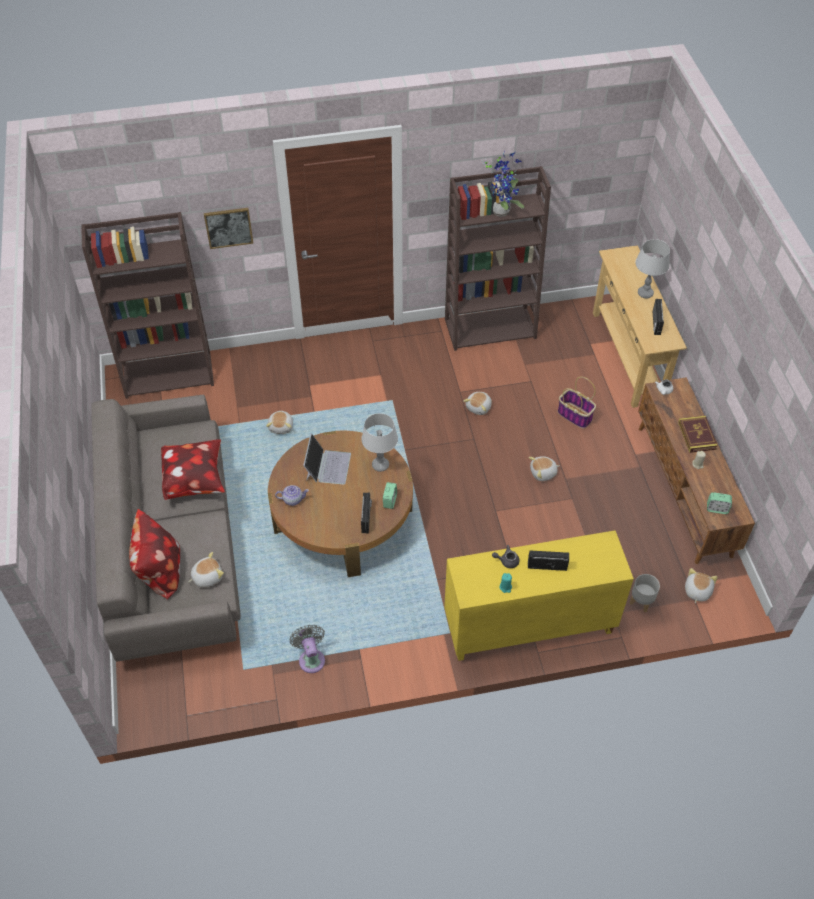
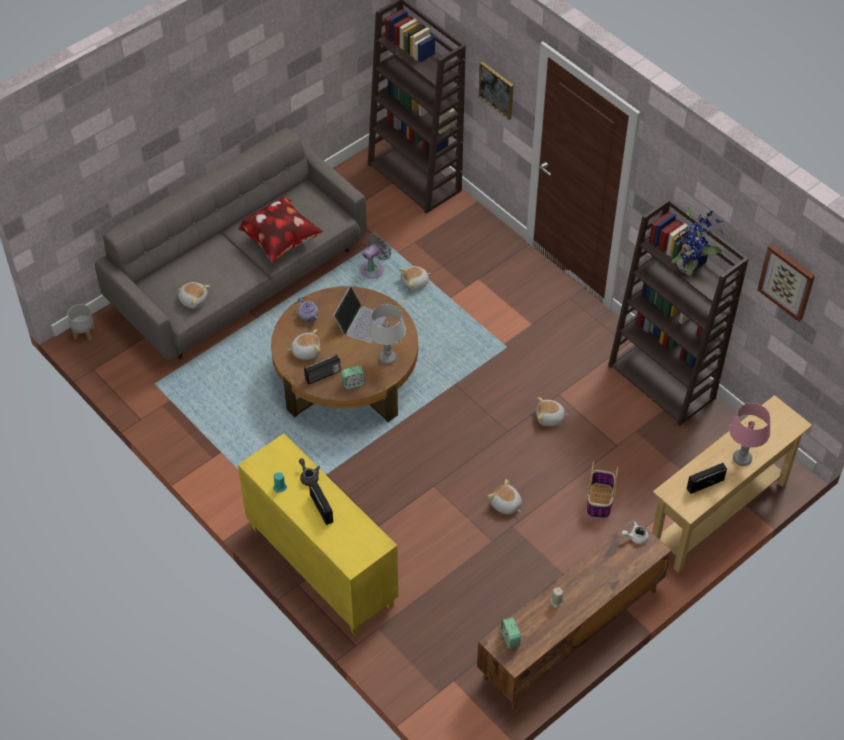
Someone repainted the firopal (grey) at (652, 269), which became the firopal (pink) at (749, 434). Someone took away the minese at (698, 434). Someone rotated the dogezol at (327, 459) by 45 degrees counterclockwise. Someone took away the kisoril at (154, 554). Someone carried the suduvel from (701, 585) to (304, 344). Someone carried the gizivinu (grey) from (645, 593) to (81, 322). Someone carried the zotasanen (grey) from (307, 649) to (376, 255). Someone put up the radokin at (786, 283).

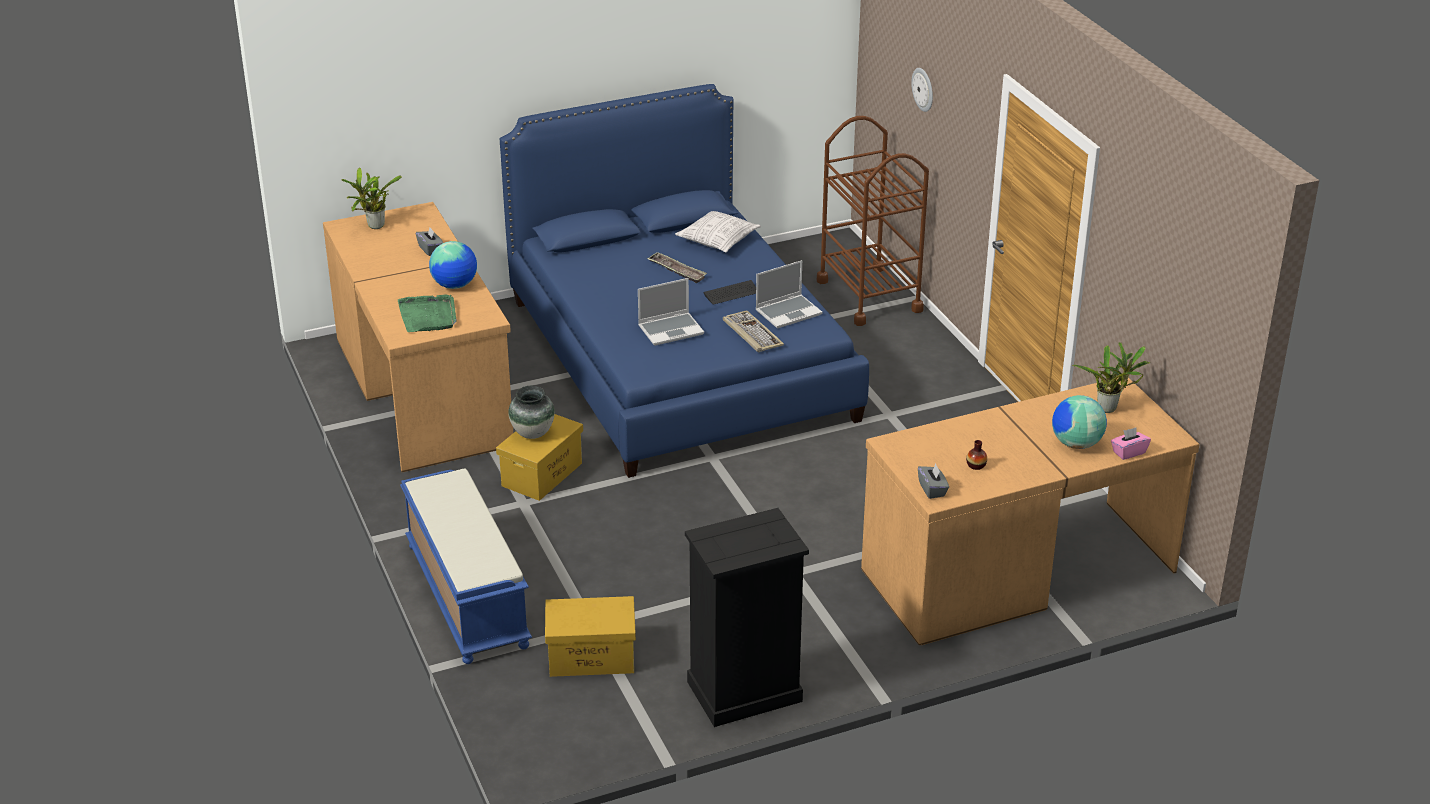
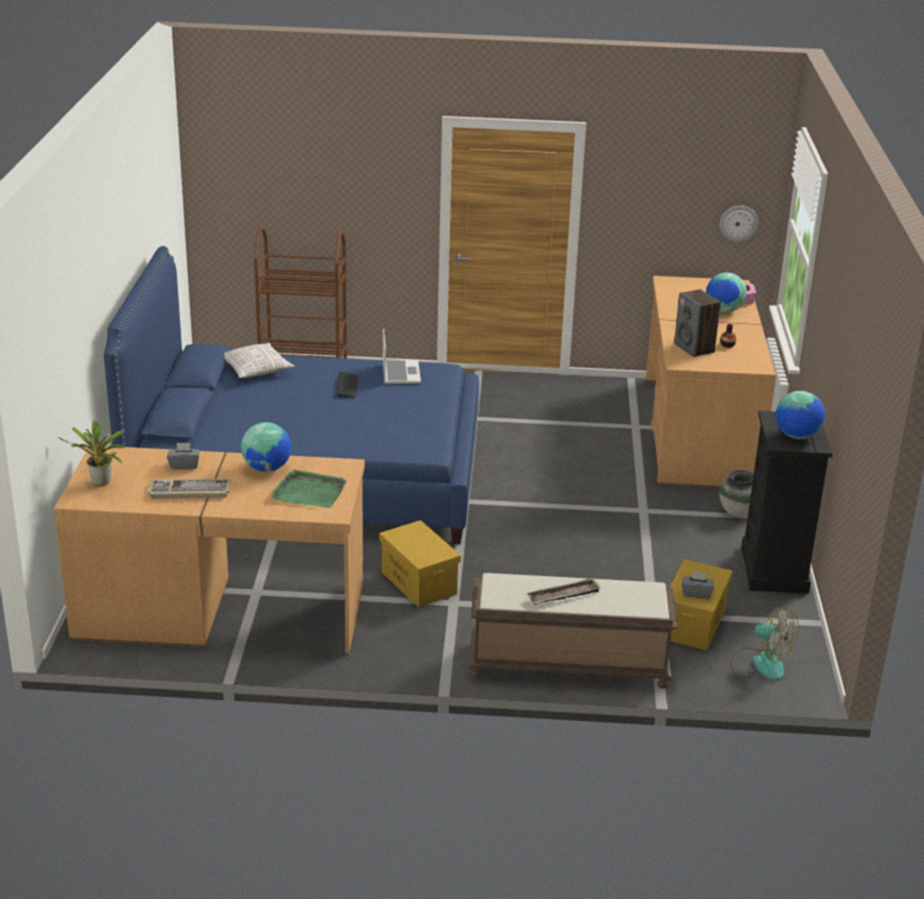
Someone carried the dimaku from (922, 90) to (739, 224). Someone carried the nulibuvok from (677, 267) to (563, 591). Someone took away the dogezol at (671, 312). Someone carried the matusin from (753, 331) to (189, 488). Someone took away the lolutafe at (1111, 377). Someone carried the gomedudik from (531, 412) to (736, 493). Someone carried the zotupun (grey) from (933, 481) to (698, 585). Someone repainted the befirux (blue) at (466, 566), which became the befirux (brown) at (573, 631). Someone put down the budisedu at (697, 323). Someone put down the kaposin at (800, 415). Someone put down the zotasanen at (764, 644).

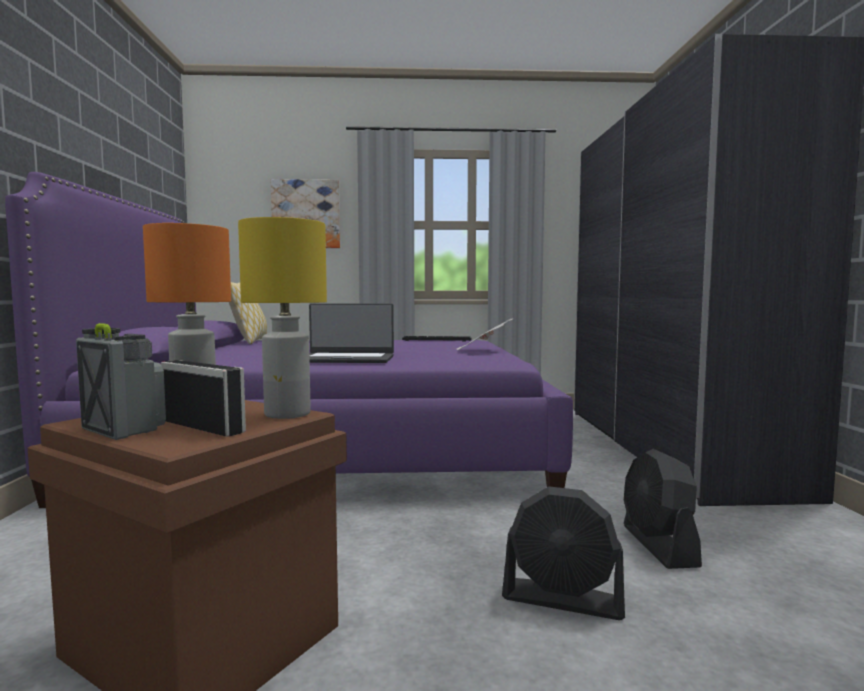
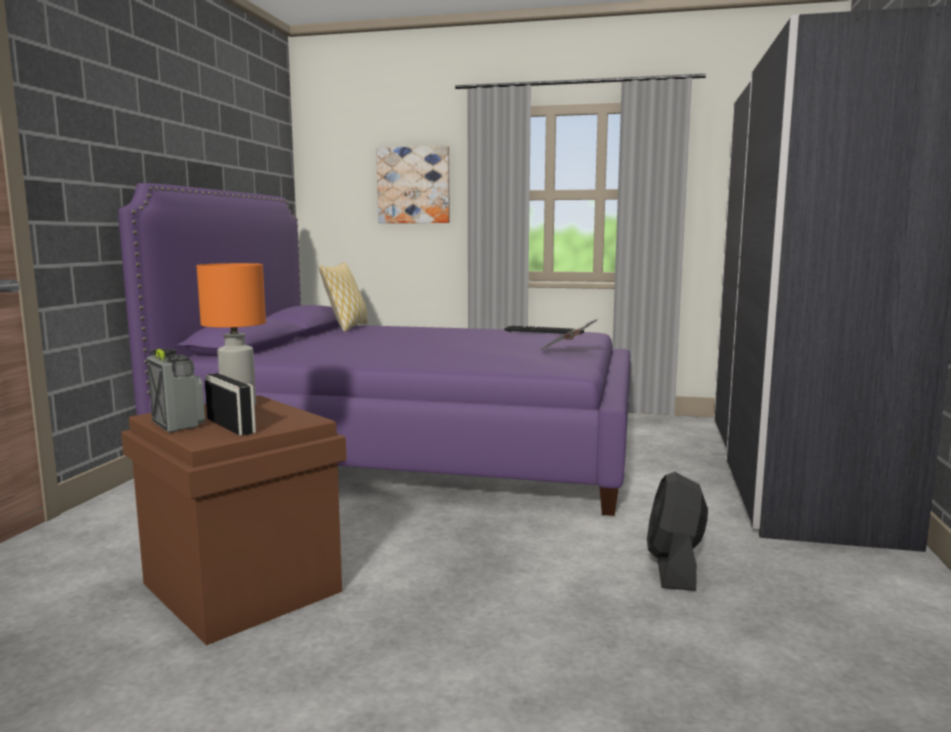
Someone took away the firopal (yellow) at (282, 318). Someone took away the dogezol at (351, 333). Someone took away the zotasanen (black) at (563, 553).

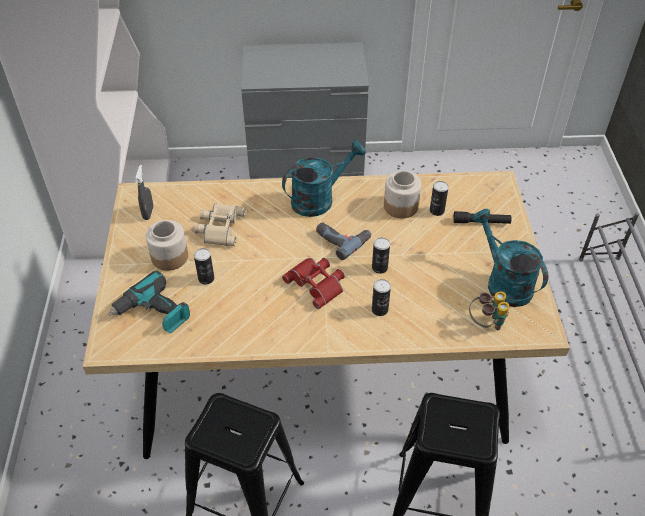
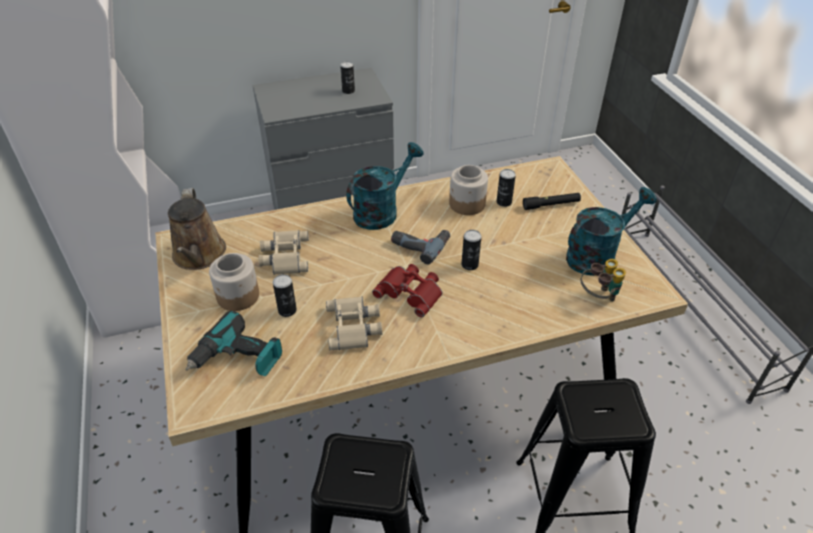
Someone swapped the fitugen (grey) at (144, 192) for the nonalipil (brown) at (197, 229). Someone rotated the nonalipil (turquoise) at (510, 258) by 105 degrees clockwise. Someone carried the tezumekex from (381, 297) to (347, 77). Someone put down the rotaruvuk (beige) at (354, 324).

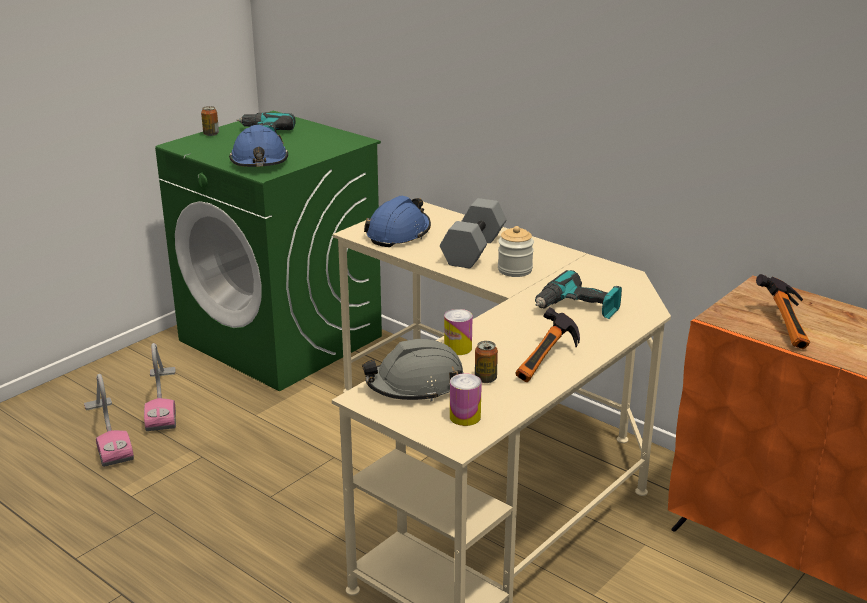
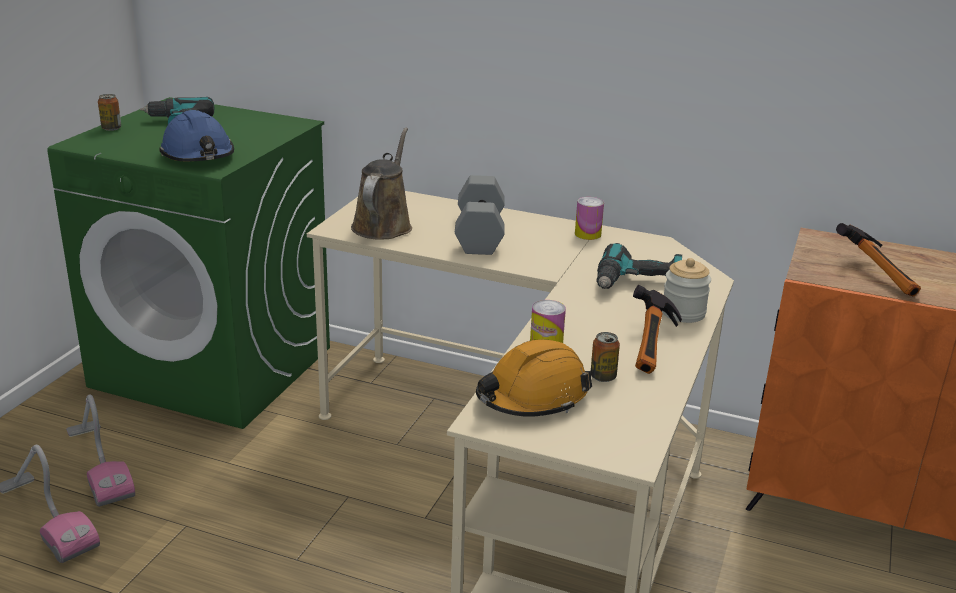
Someone swapped the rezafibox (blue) at (397, 221) for the nonalipil (brown) at (381, 184). Someone carried the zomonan from (516, 251) to (686, 290). Someone repainted the rezafibox (grey) at (413, 370), which became the rezafibox (orange) at (534, 378). Someone carried the tezumekex from (466, 399) to (589, 218).

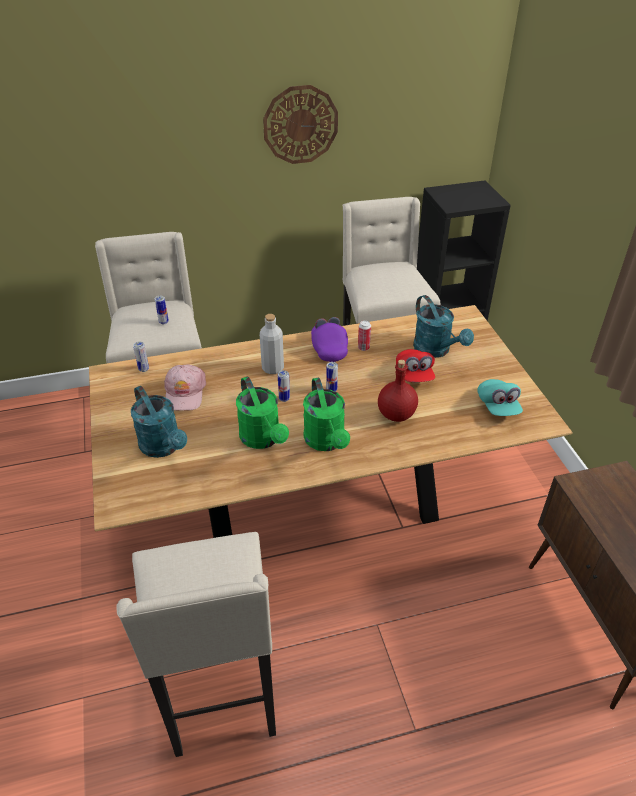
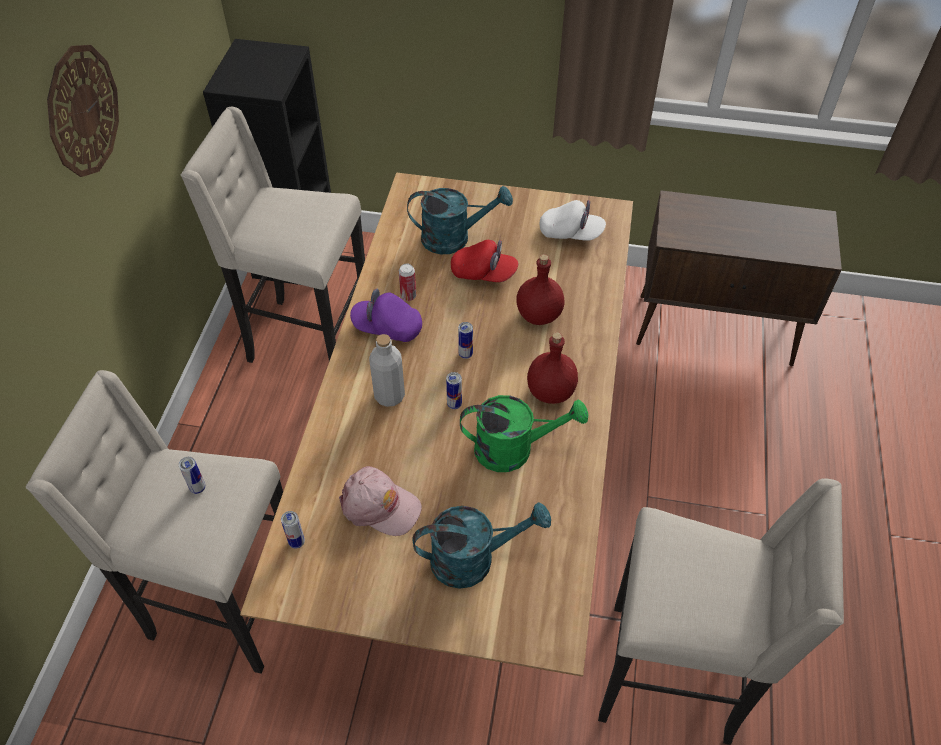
Someone swapped the nonalipil (green) at (326, 414) for the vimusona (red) at (552, 368). Someone repainted the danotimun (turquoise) at (500, 397), which became the danotimun (white) at (573, 220).

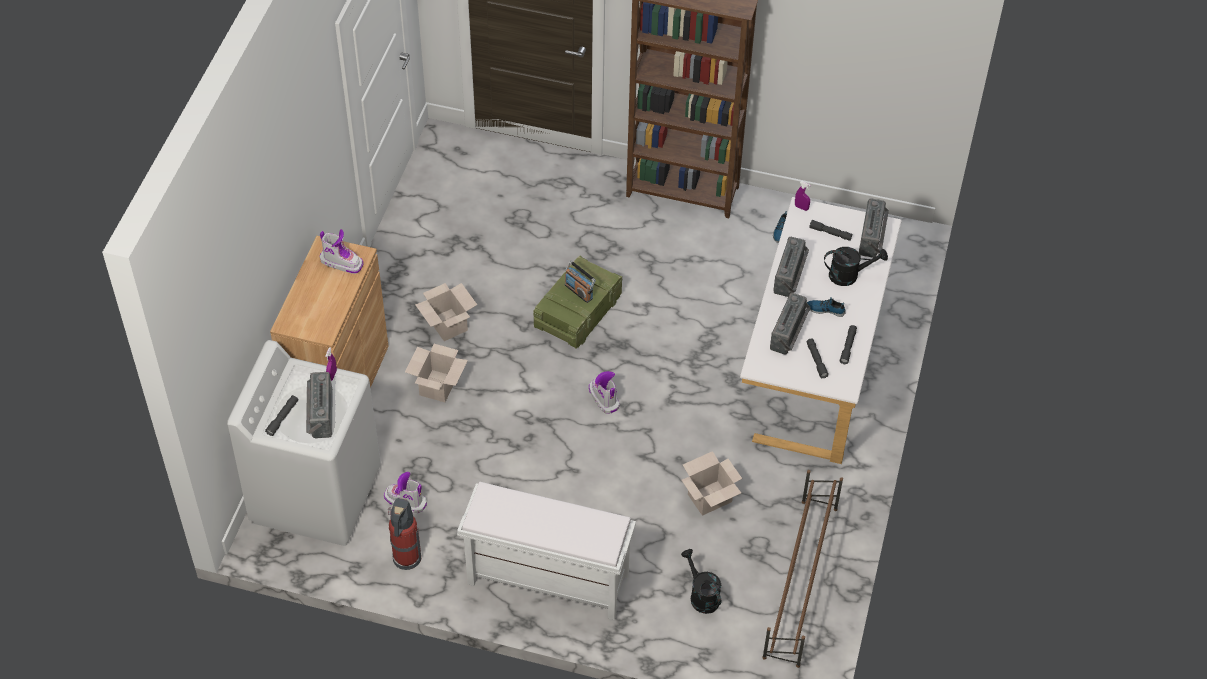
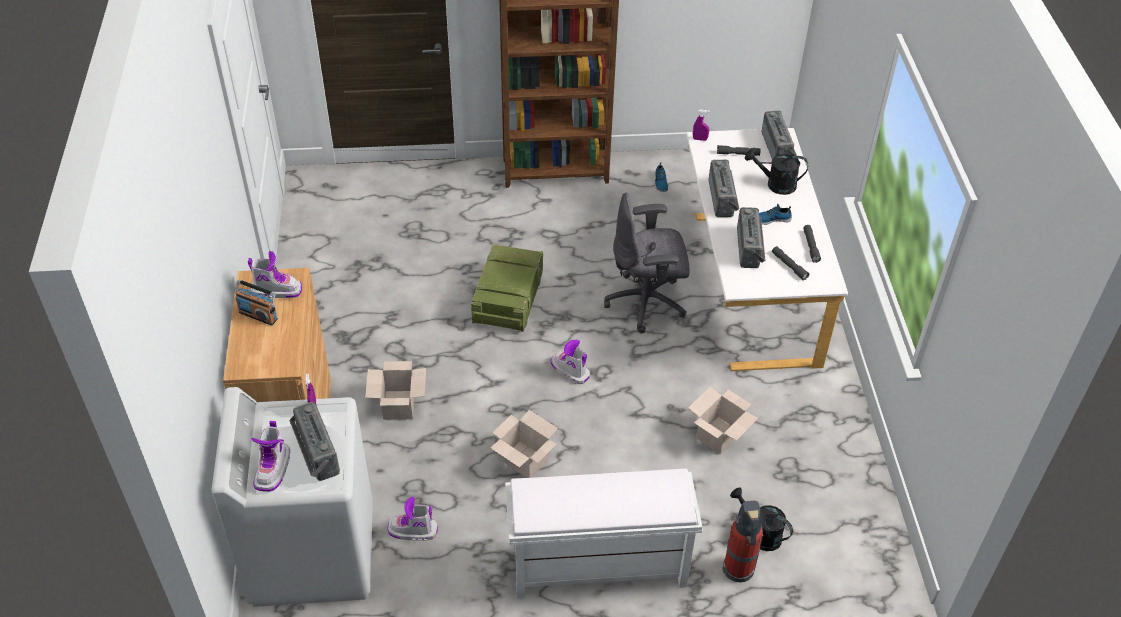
Someone rotated the nonalipil (black) at (856, 266) by 150 degrees counterclockwise. Someone carried the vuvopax from (580, 282) to (256, 302). Someone carried the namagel from (446, 312) to (524, 444). Someone swapped the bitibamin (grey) at (281, 415) for the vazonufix at (270, 456). Someone took away the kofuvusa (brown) at (802, 569). Someone carried the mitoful from (404, 534) to (742, 541). Someone put down the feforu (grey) at (647, 262).

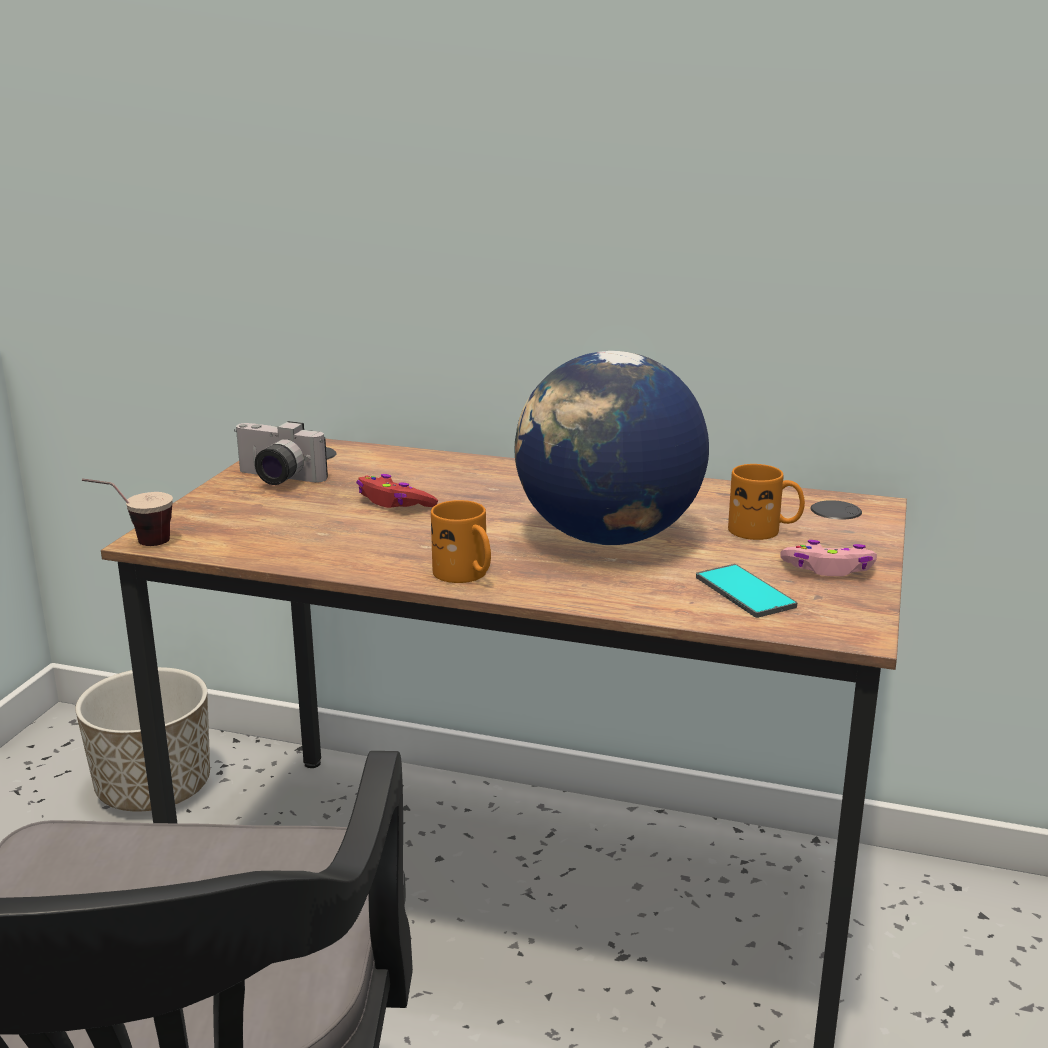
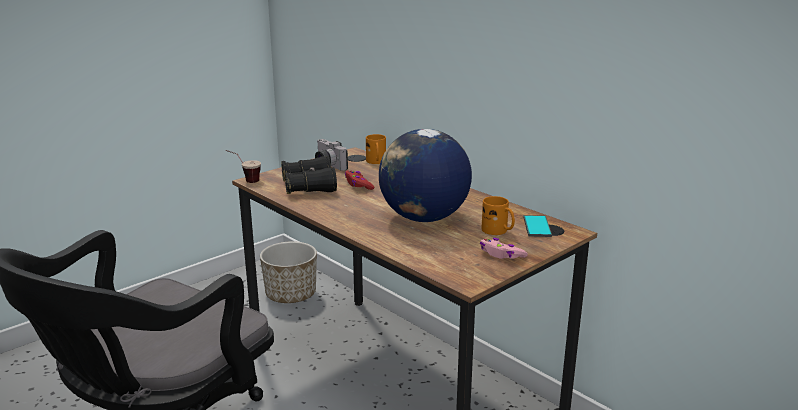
Someone carried the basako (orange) from (461, 541) to (376, 149). Someone carried the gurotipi from (746, 591) to (537, 226). Someone put down the rotaruvuk (black) at (309, 175).

